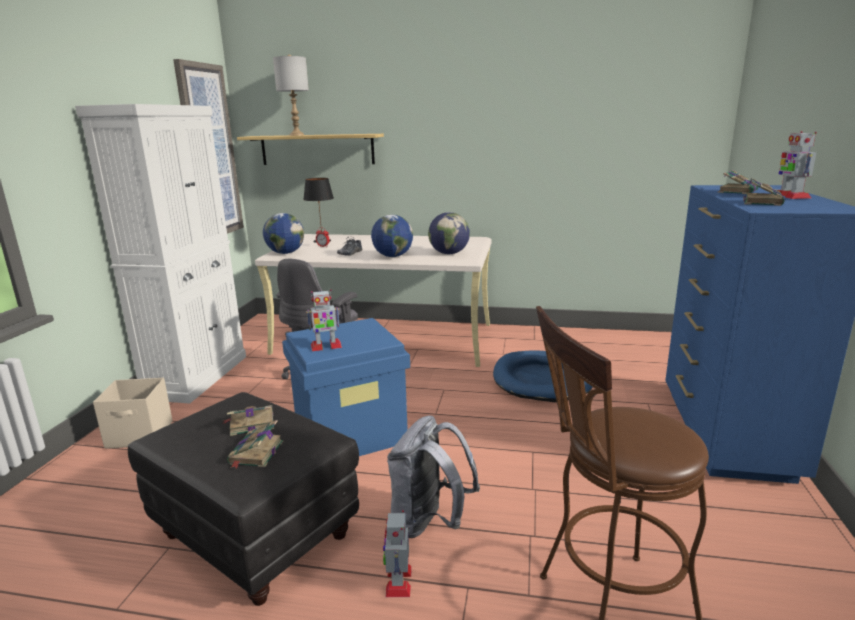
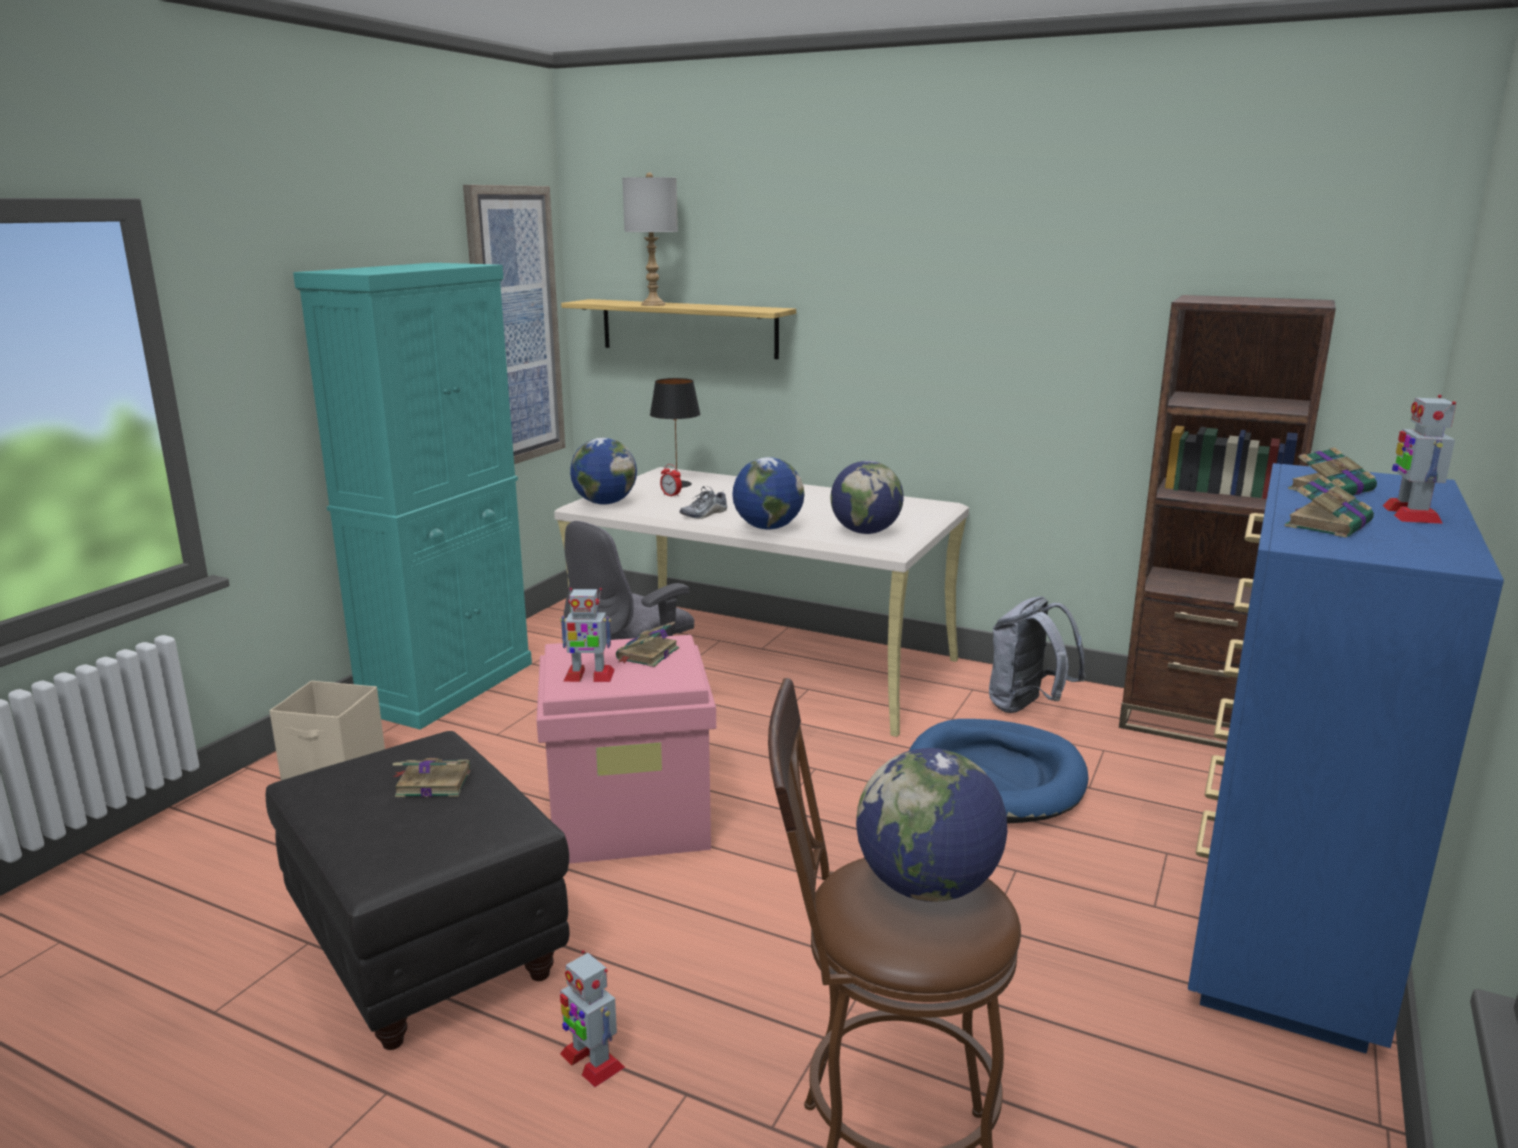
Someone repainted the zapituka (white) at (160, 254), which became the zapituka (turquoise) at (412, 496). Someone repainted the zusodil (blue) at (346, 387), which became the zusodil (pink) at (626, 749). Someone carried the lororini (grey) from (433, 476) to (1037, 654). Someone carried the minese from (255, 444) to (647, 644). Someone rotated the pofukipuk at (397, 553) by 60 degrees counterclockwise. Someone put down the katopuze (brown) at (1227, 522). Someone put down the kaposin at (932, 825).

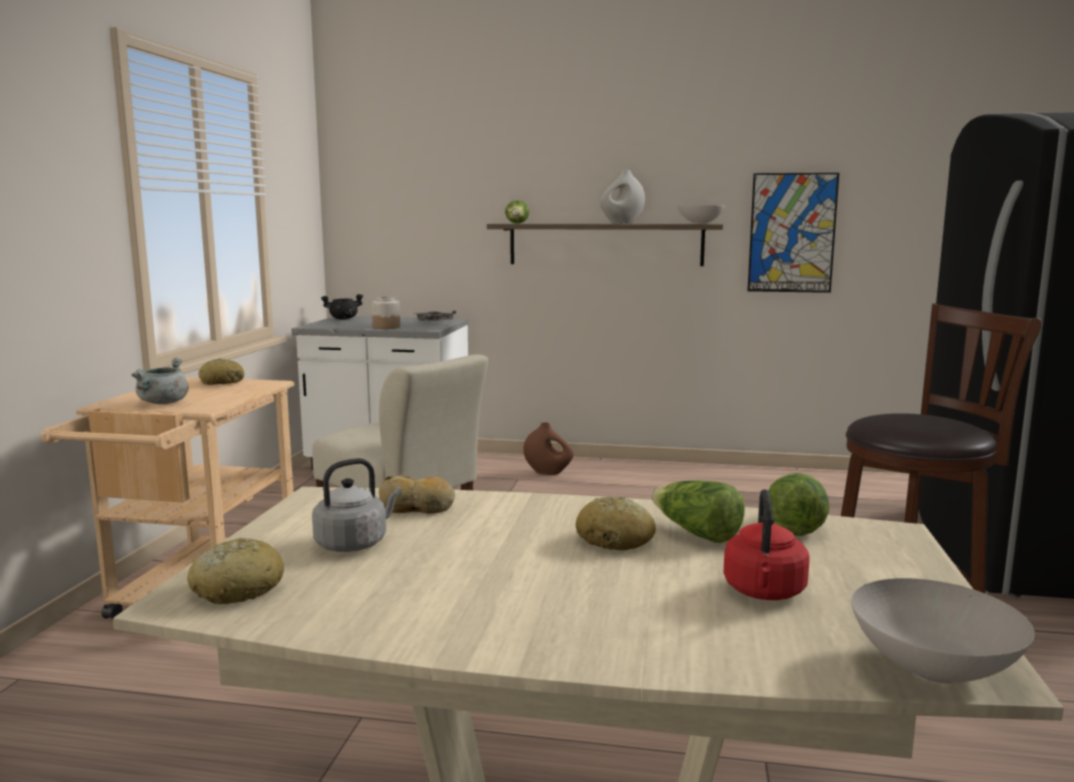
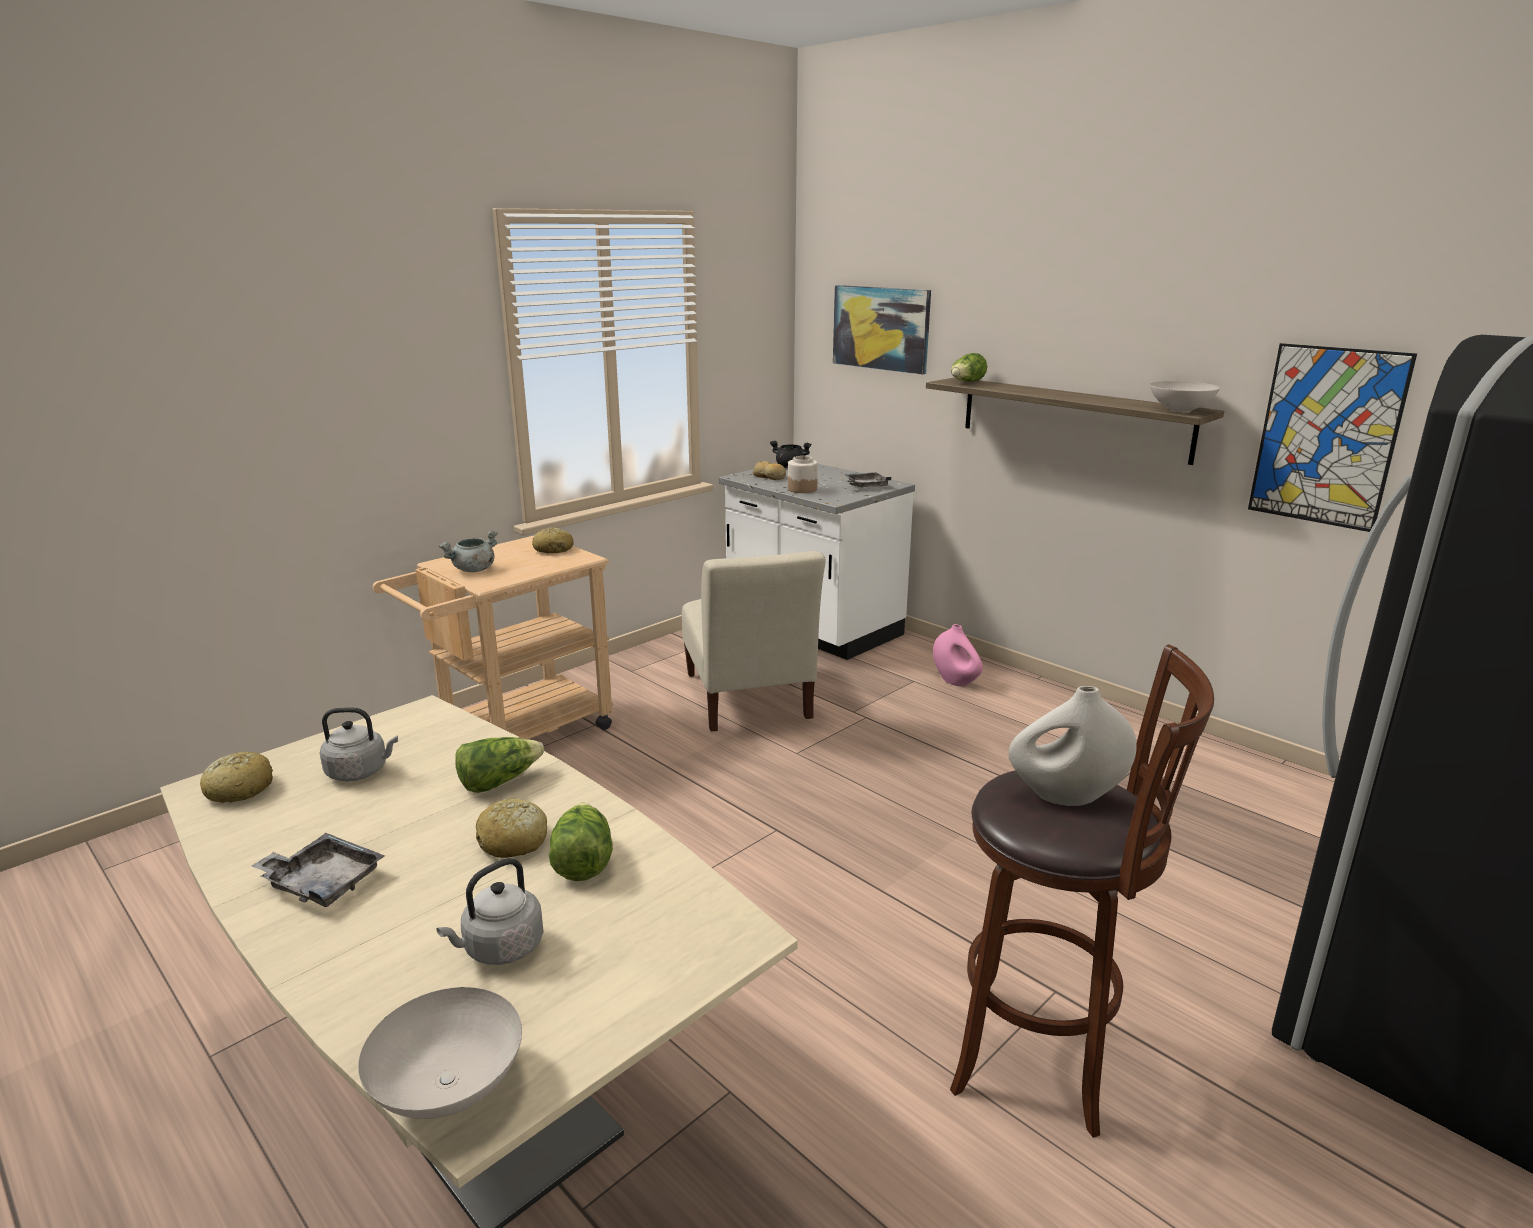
Someone carried the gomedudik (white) from (622, 197) to (1073, 746). Someone repainted the gomedudik (brown) at (548, 448), which became the gomedudik (pink) at (958, 655). Someone carried the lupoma from (799, 504) to (499, 765). Someone carried the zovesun from (417, 494) to (769, 470). Someone repainted the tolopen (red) at (766, 544), which became the tolopen (grey) at (490, 911). Someone put up the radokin at (882, 330). Someone put down the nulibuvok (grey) at (318, 870).

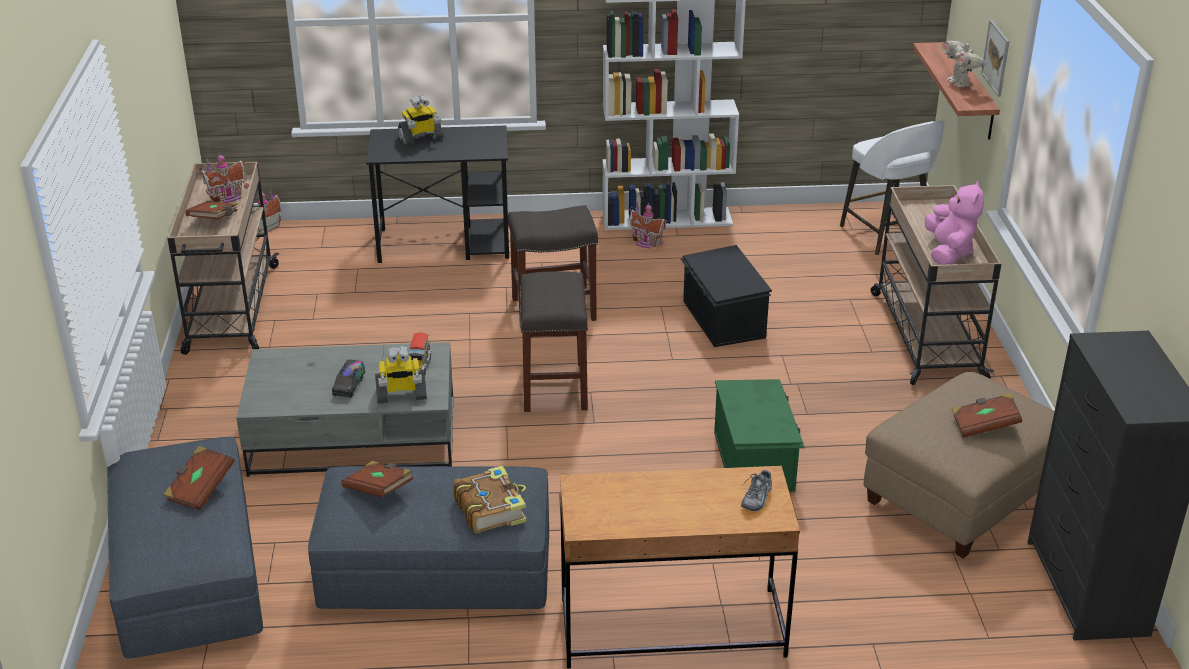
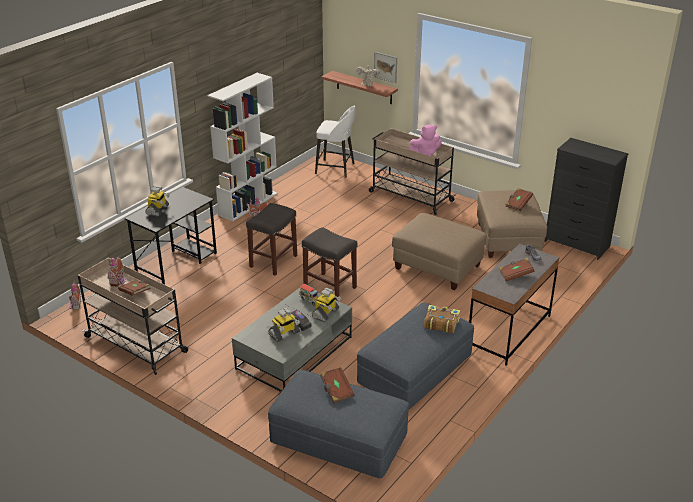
Someone rotated the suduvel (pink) at (954, 223) by 120 degrees clockwise. Someone took away the zusodil (black) at (726, 296). Someone swapped the zusodil (green) at (759, 435) for the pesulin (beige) at (439, 251). Someone carried the minese (brown) from (377, 479) to (516, 269). Someone repainted the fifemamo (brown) at (680, 567), which became the fifemamo (grey) at (514, 305). Someone put down the pofukipuk at (284, 325).

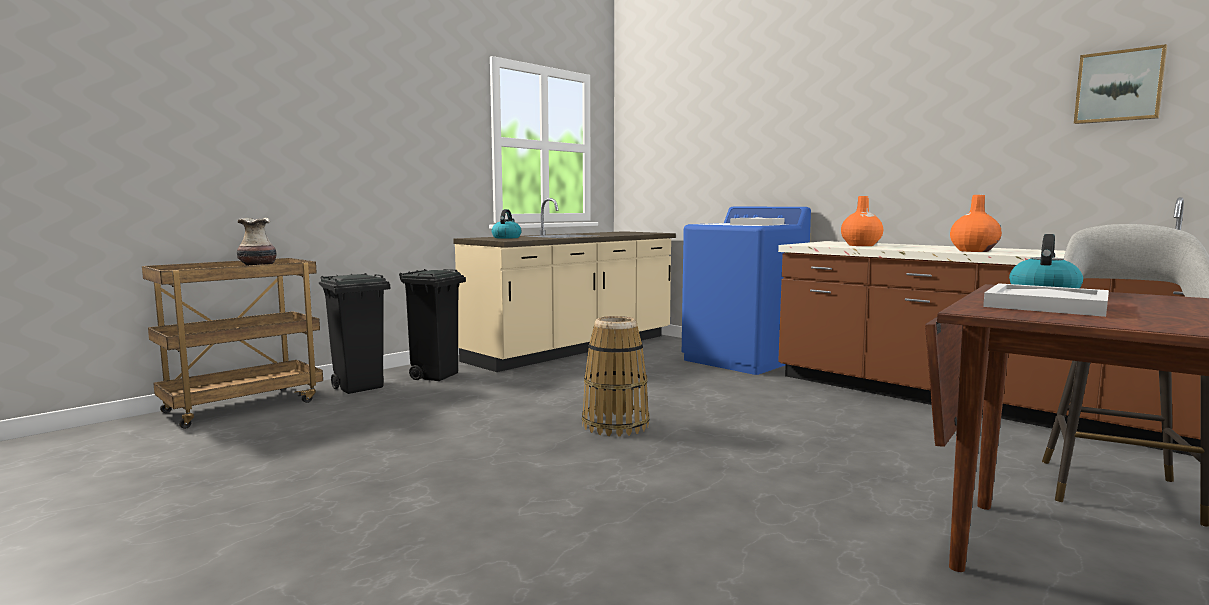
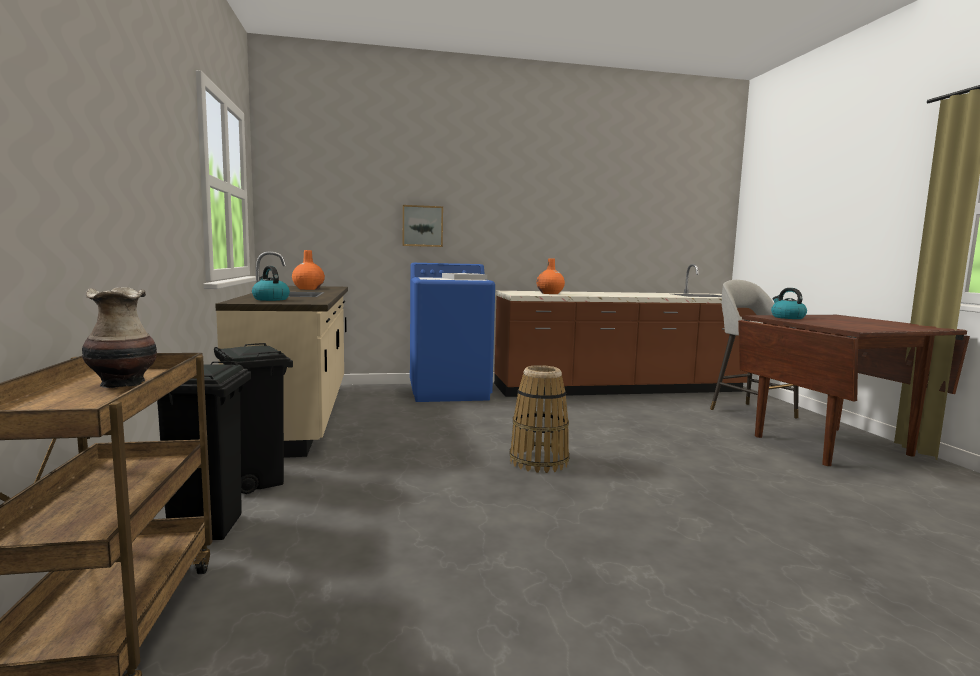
Someone carried the radokin from (1120, 84) to (422, 226). Someone carried the gomedudik (orange) from (976, 223) to (308, 270). Someone took away the nulibuvok (white) at (1046, 300).

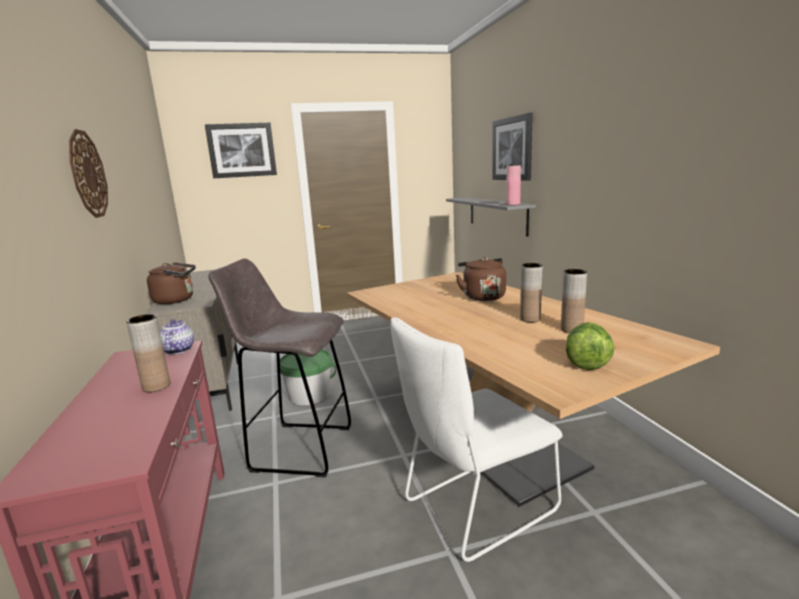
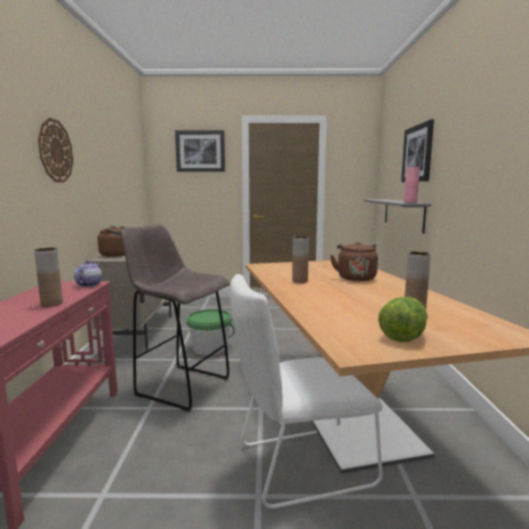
Someone carried the gomedudik (brown) from (531, 292) to (300, 259).

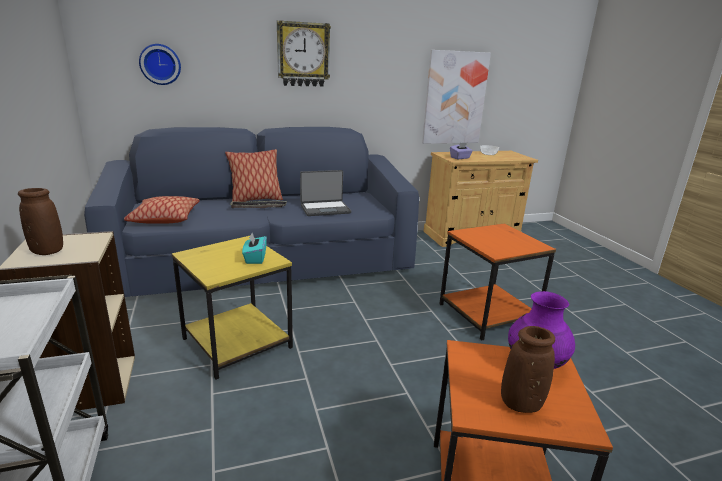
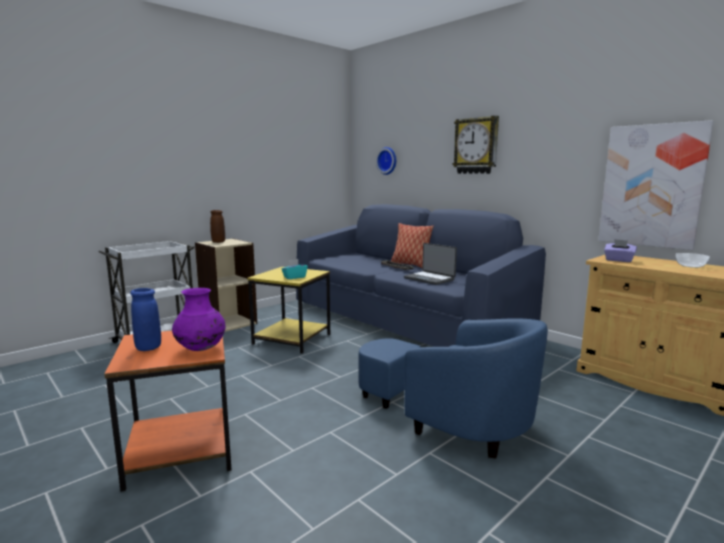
Someone took away the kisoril at (162, 210). Someone swapped the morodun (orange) at (497, 282) for the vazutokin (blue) at (453, 388). Someone repainted the gomedudik (brown) at (528, 369), which became the gomedudik (blue) at (145, 319).

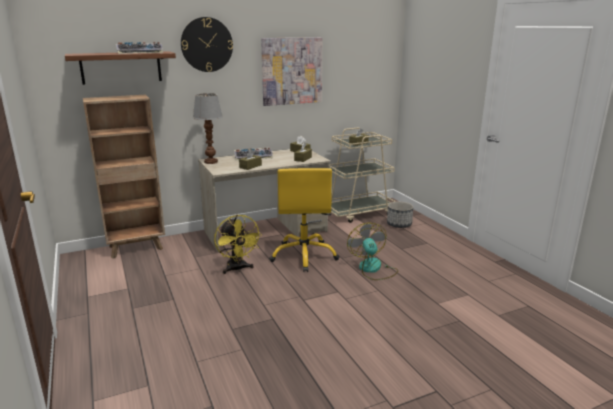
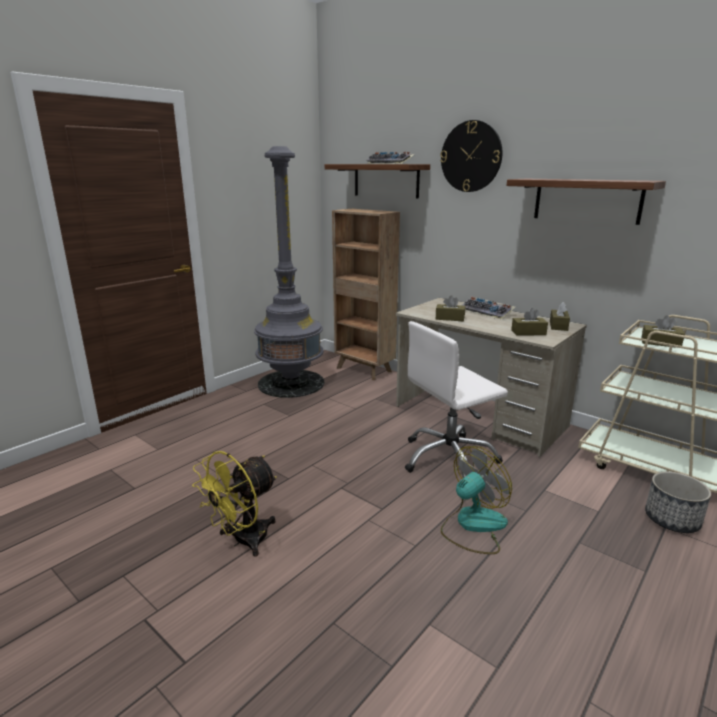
Someone swapped the radokin at (291, 71) for the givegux at (586, 202). Someone took away the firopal at (208, 128). Someone repainted the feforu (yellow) at (304, 220), which became the feforu (white) at (456, 399). Someone carried the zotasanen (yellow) from (238, 244) to (234, 504). Someone put down the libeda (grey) at (289, 272).

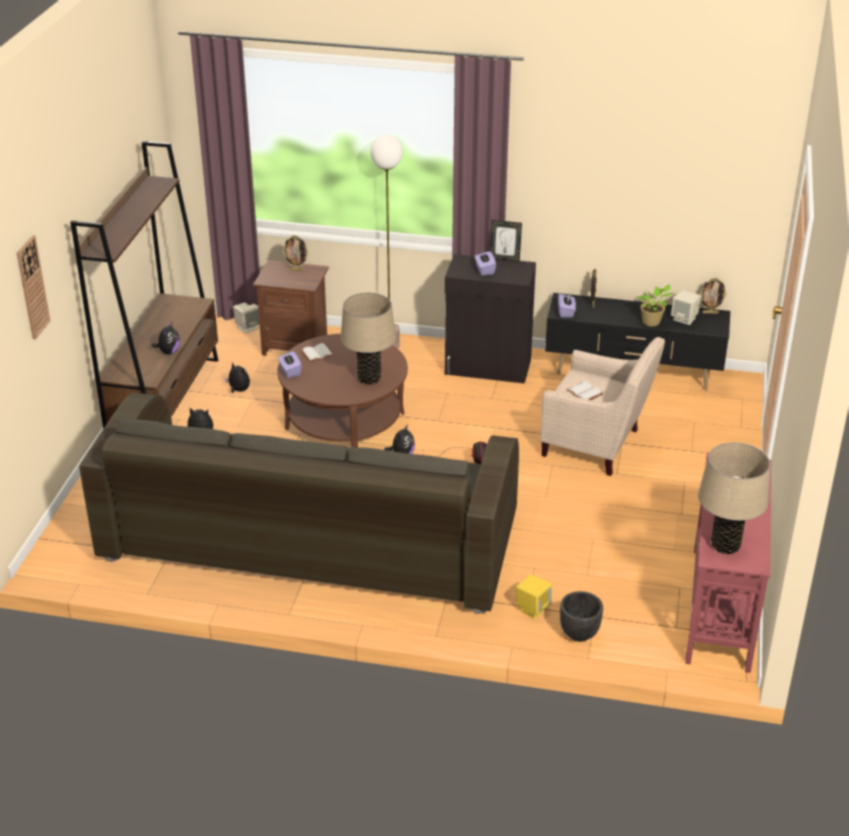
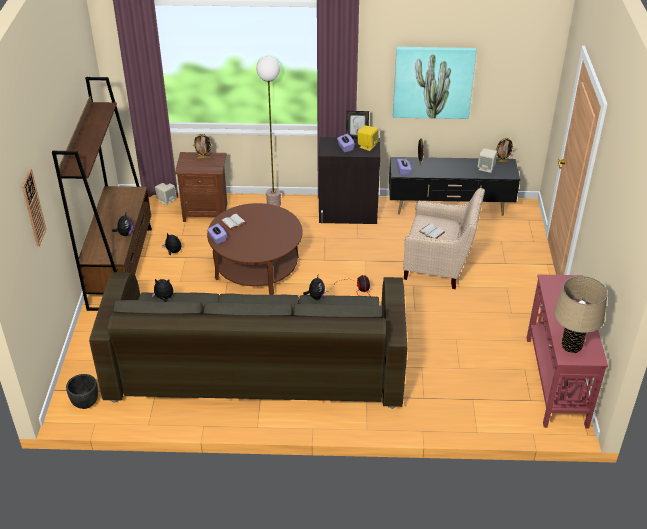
Someone took away the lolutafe at (654, 305). Someone took away the firopal (beige) at (368, 339). Someone carried the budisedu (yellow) from (534, 597) to (368, 138). Someone carried the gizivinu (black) from (581, 616) to (82, 391). Someone put up the radokin at (435, 83).

